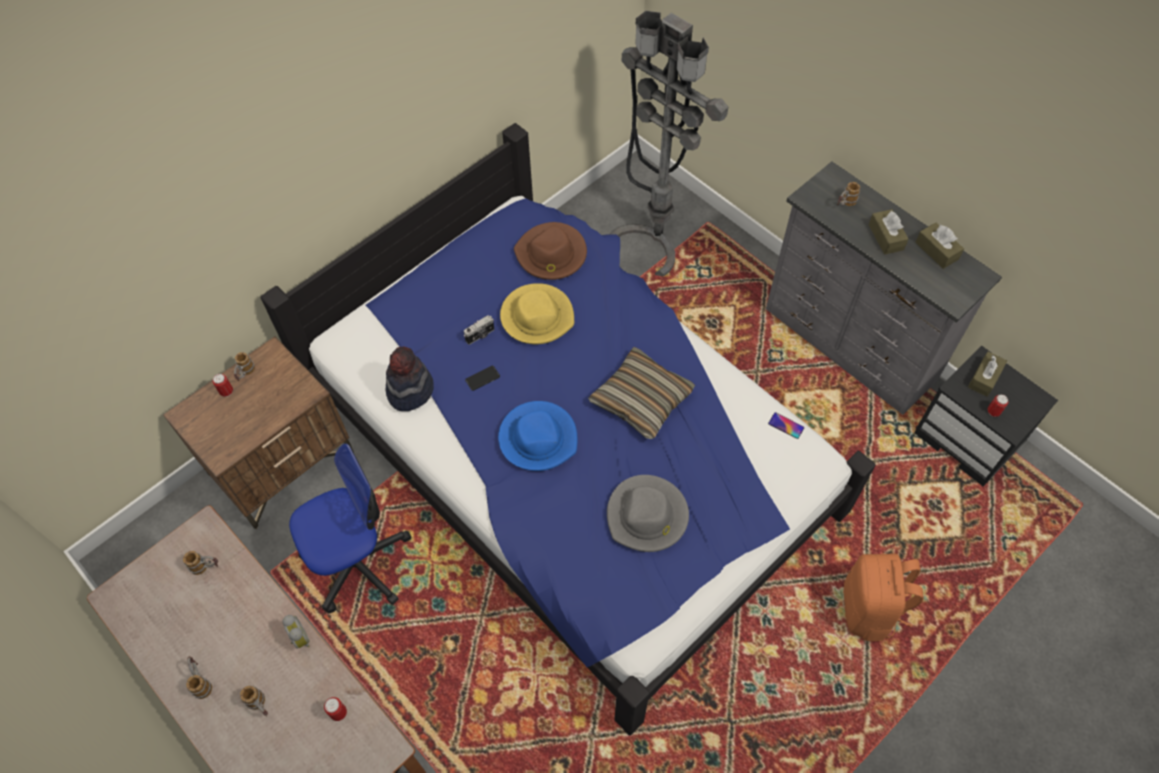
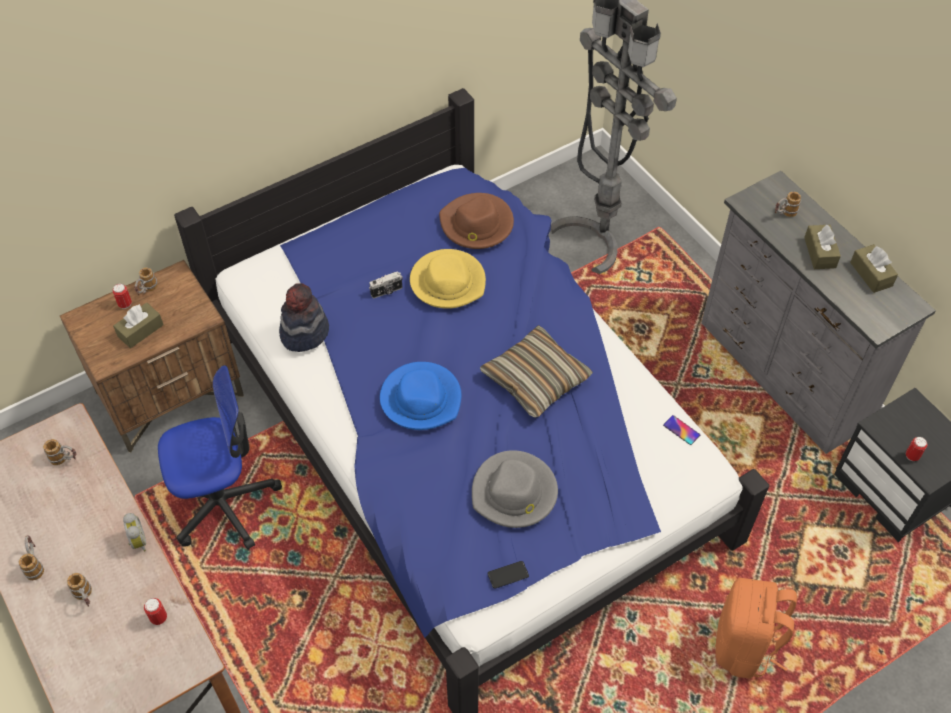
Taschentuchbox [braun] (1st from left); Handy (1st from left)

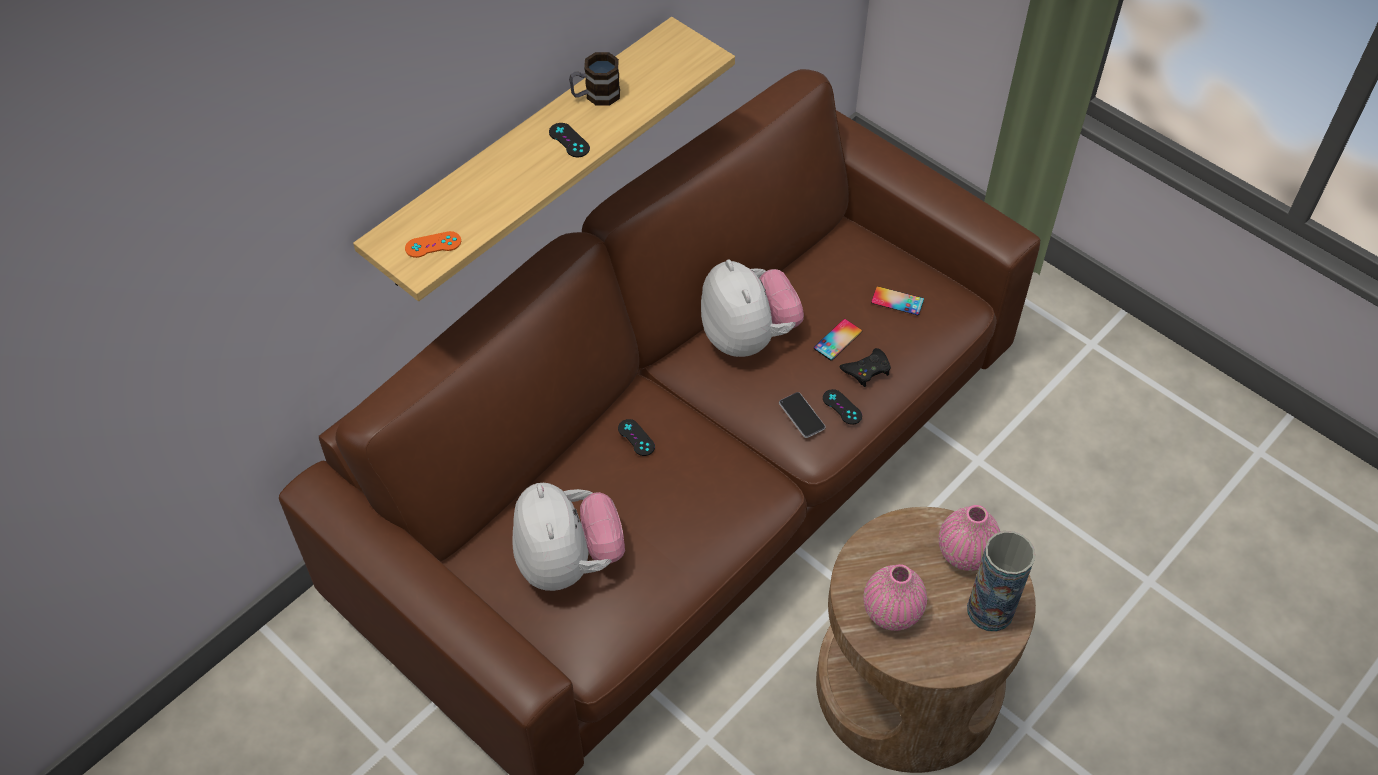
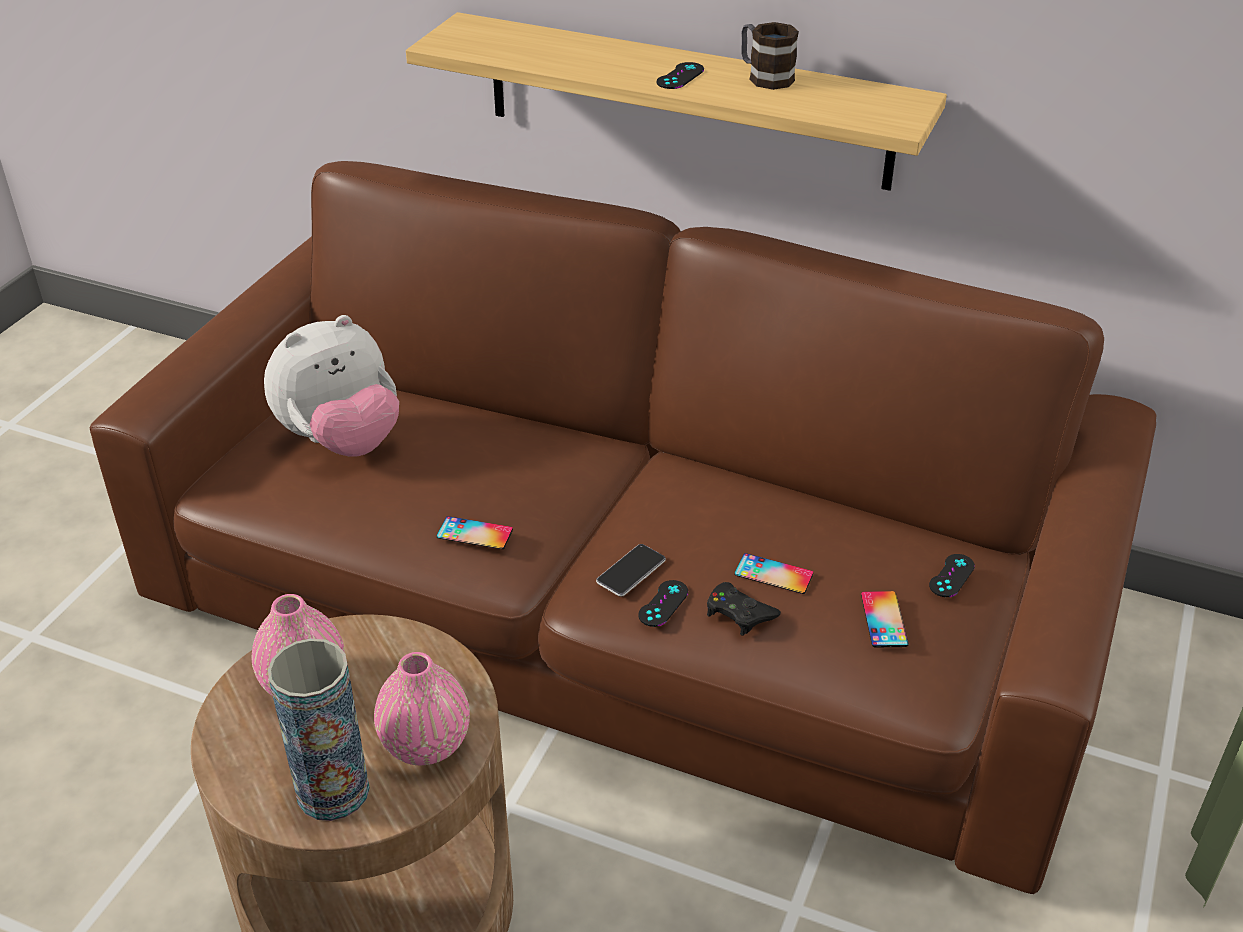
Handy (1st from left); Gamepad [schwarz] (4th from left); Gamepad [orange]; Plüschtier (2nd from left in the first image)

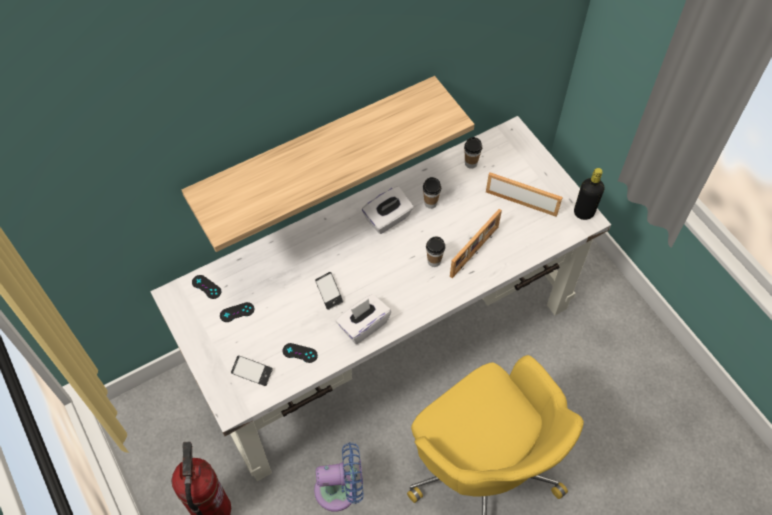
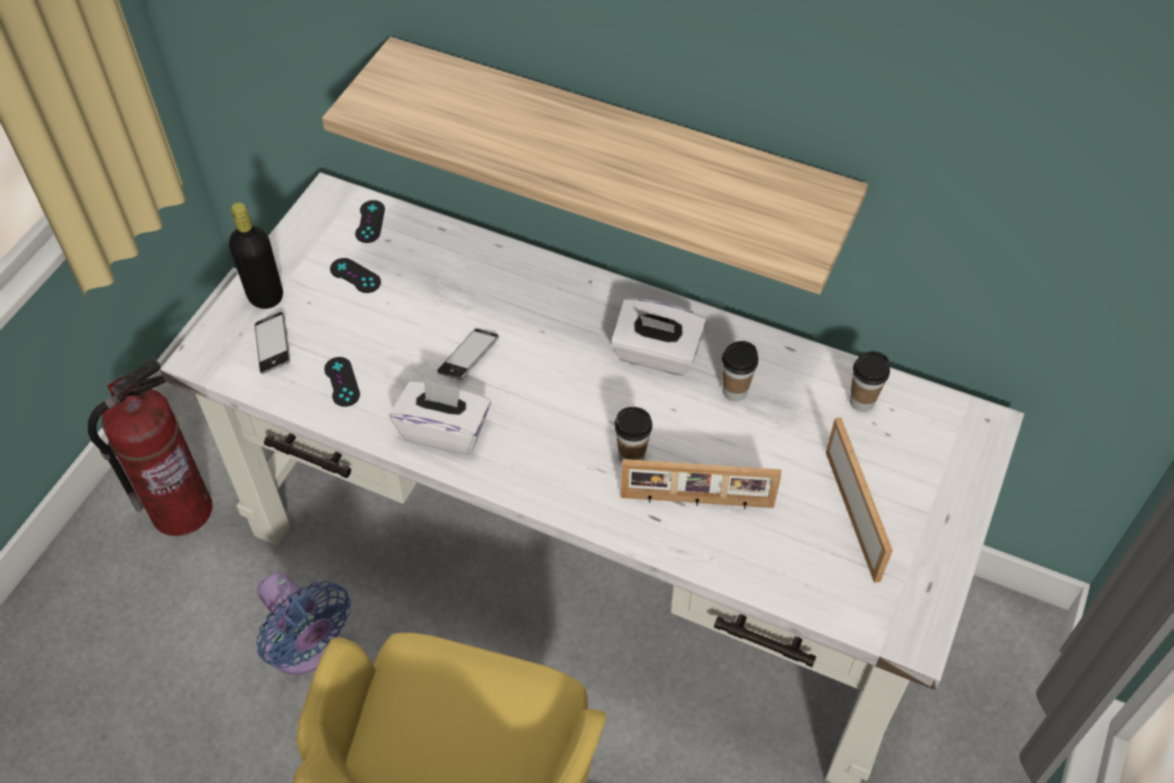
Flasche [schwarz]

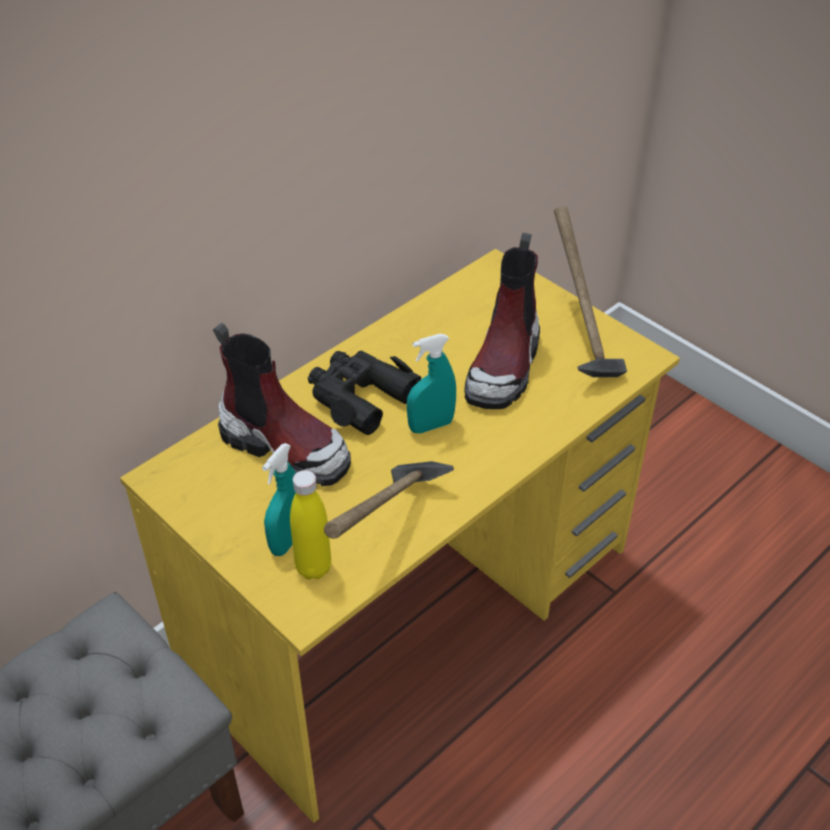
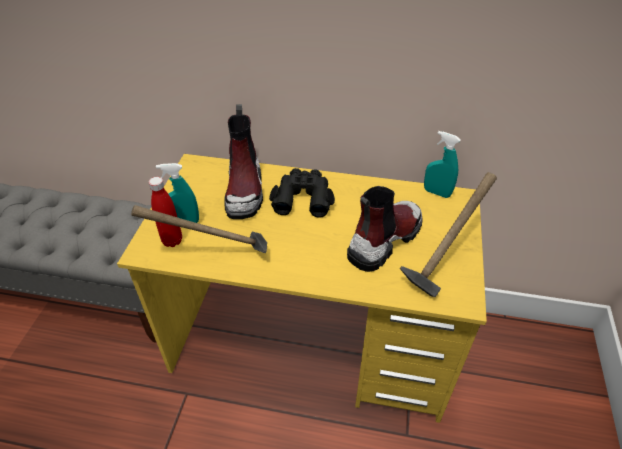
Flasche [rot]; Stiefel (2nd from left); Sprühflasche [türkis] (2nd from left)

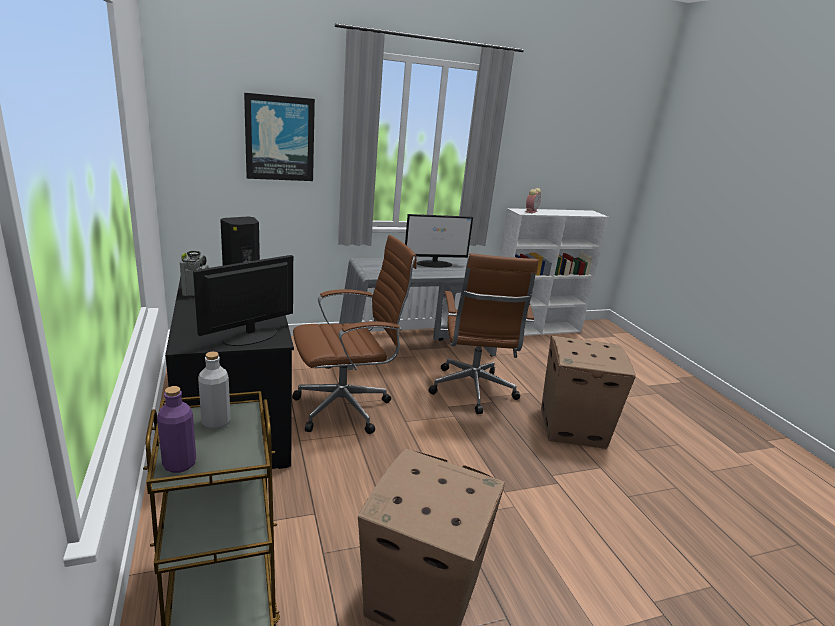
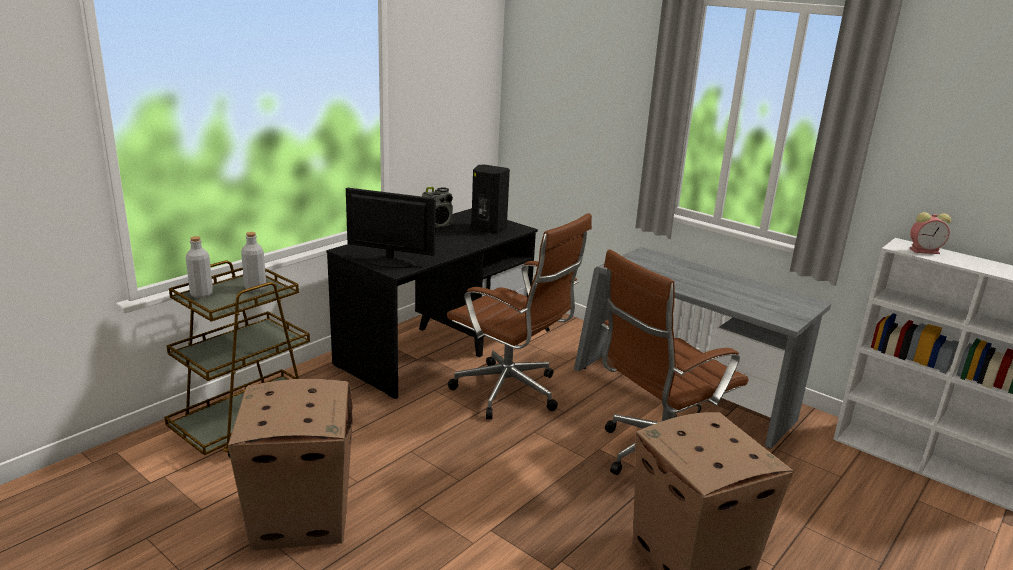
Flasche [grau] (1st from left); Bild; Monitor (2nd from left in the first image)

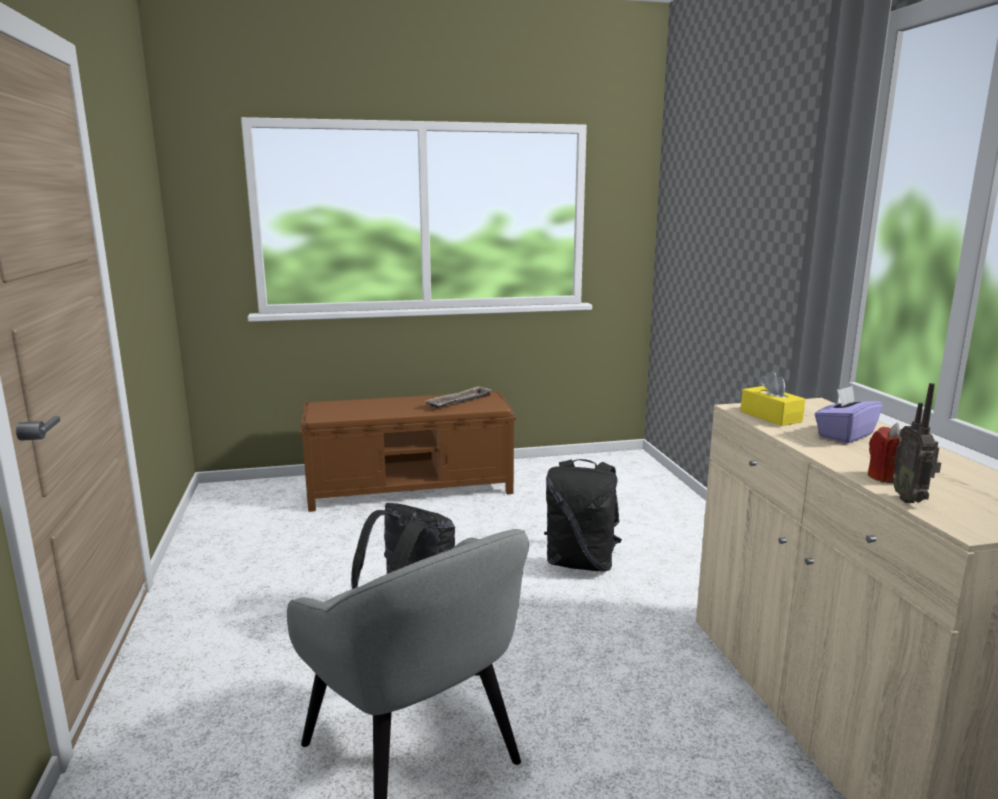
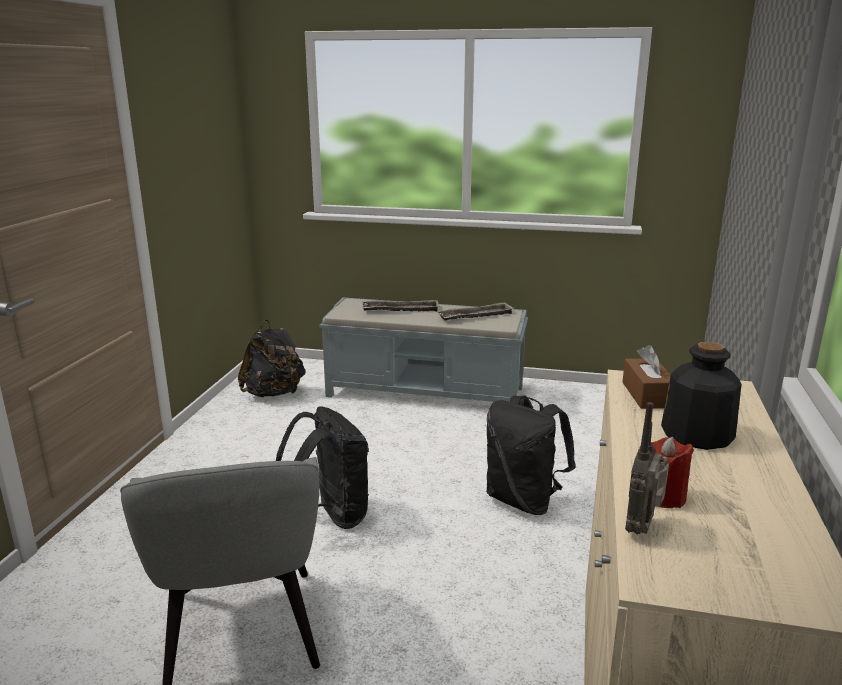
Rucksack [schwarz] (1st from left); Bank [grau]; Tablett (1st from left); Taschentuchbox [braun]; Flasche

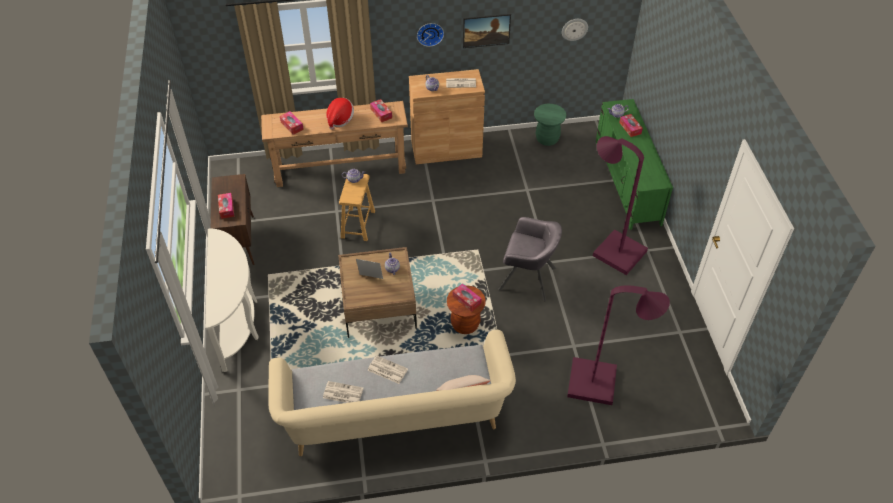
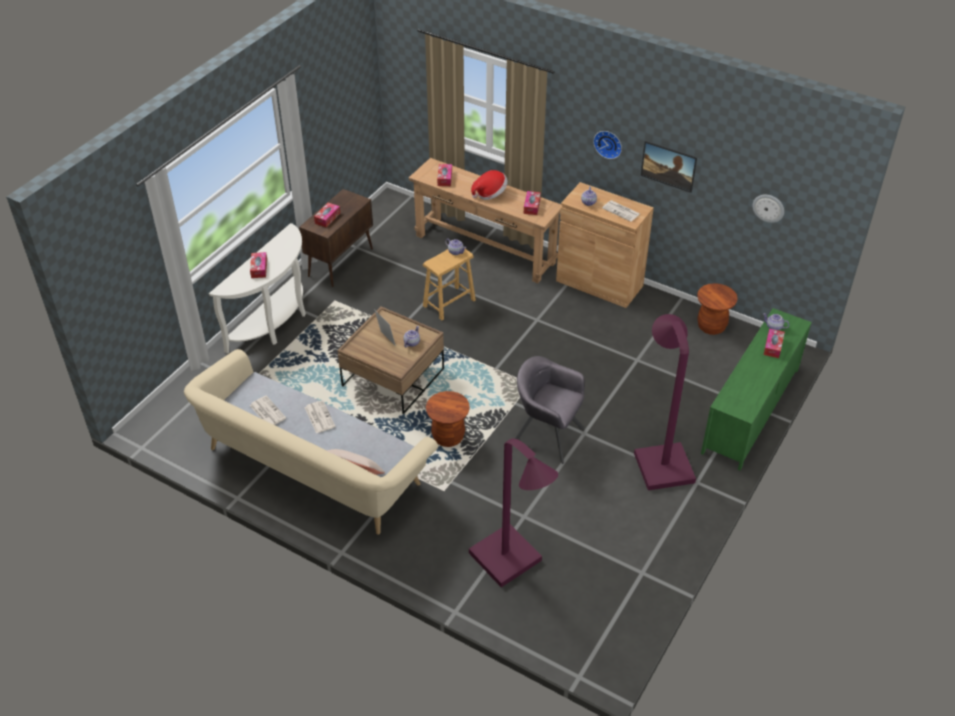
Taschentuchbox (1st from left); Sessel [grau]; Hocker [braun] (3rd from left)

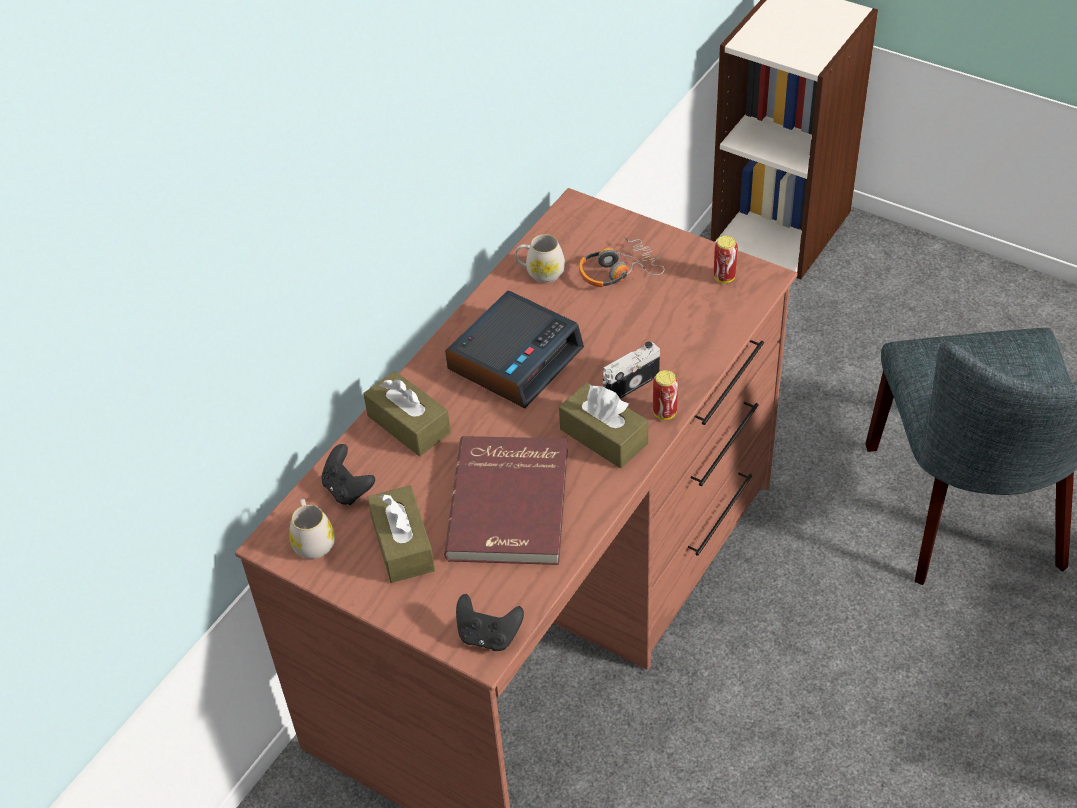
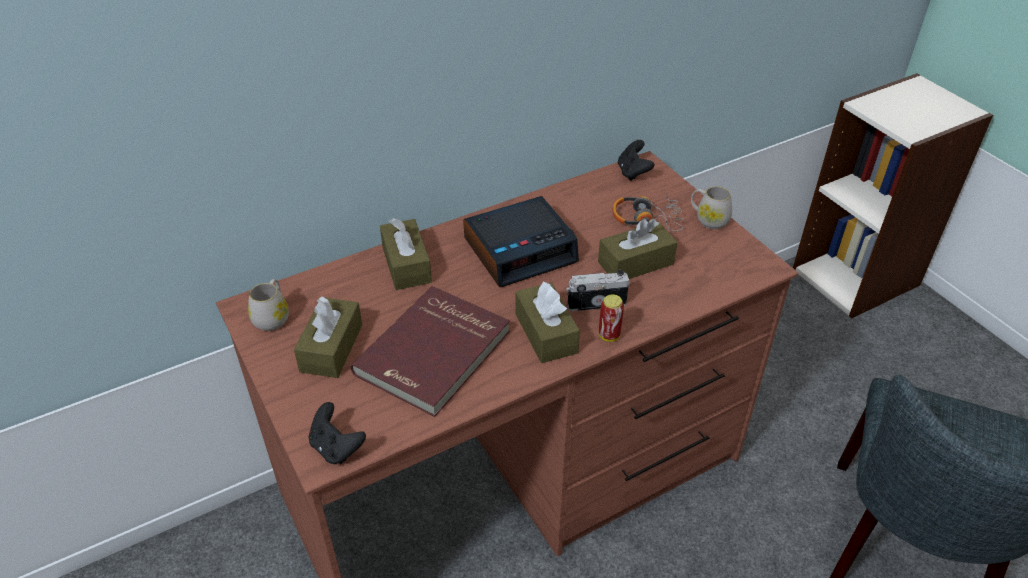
Taschentuchbox [braun] (4th from left); Gamepad [schwarz] (2nd from left); Henkelbecher [weiß] (2nd from left); Dose (2nd from left in the first image)

